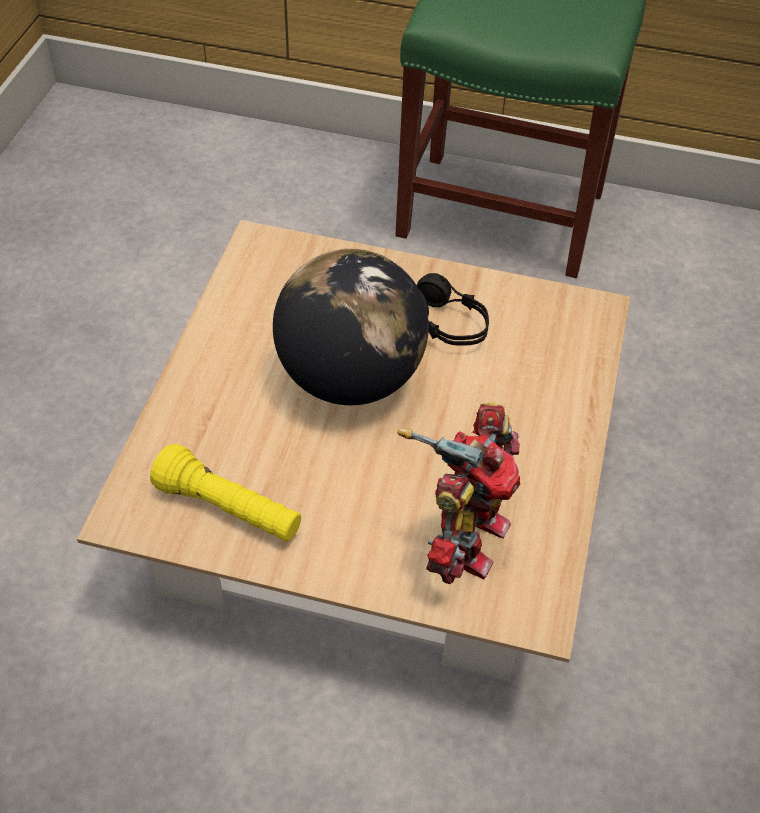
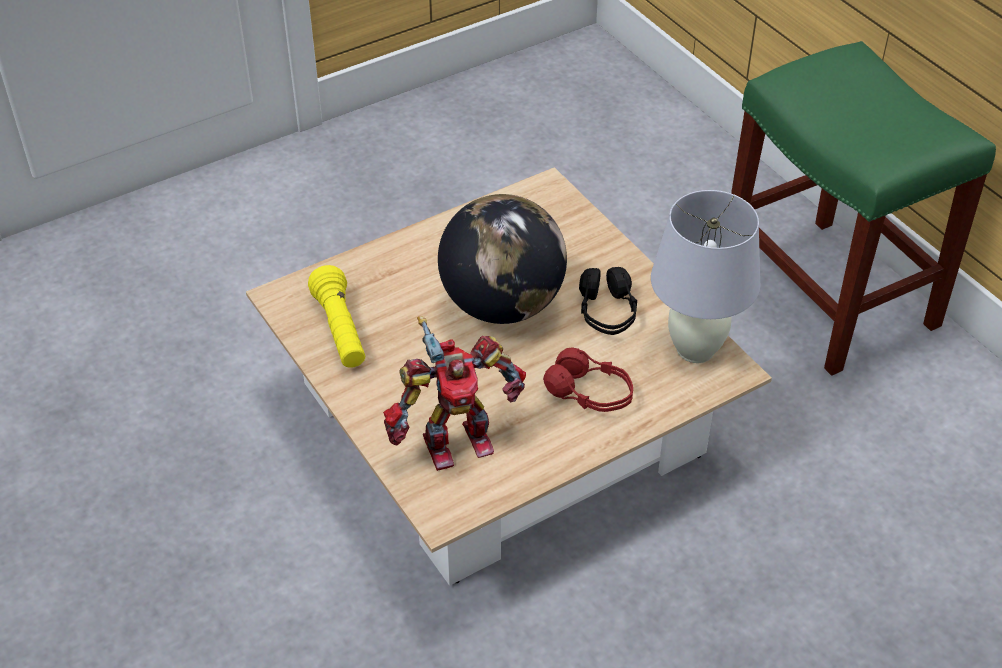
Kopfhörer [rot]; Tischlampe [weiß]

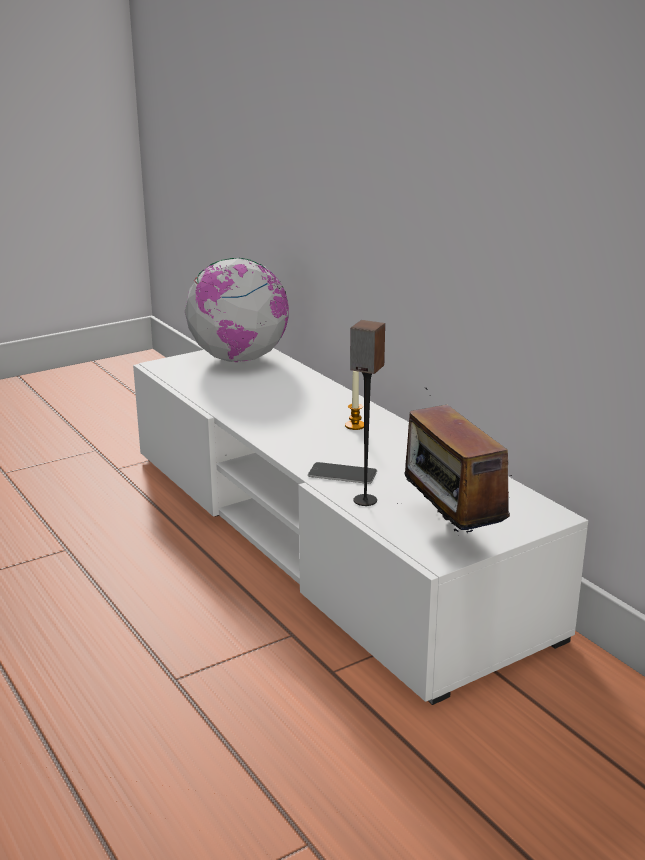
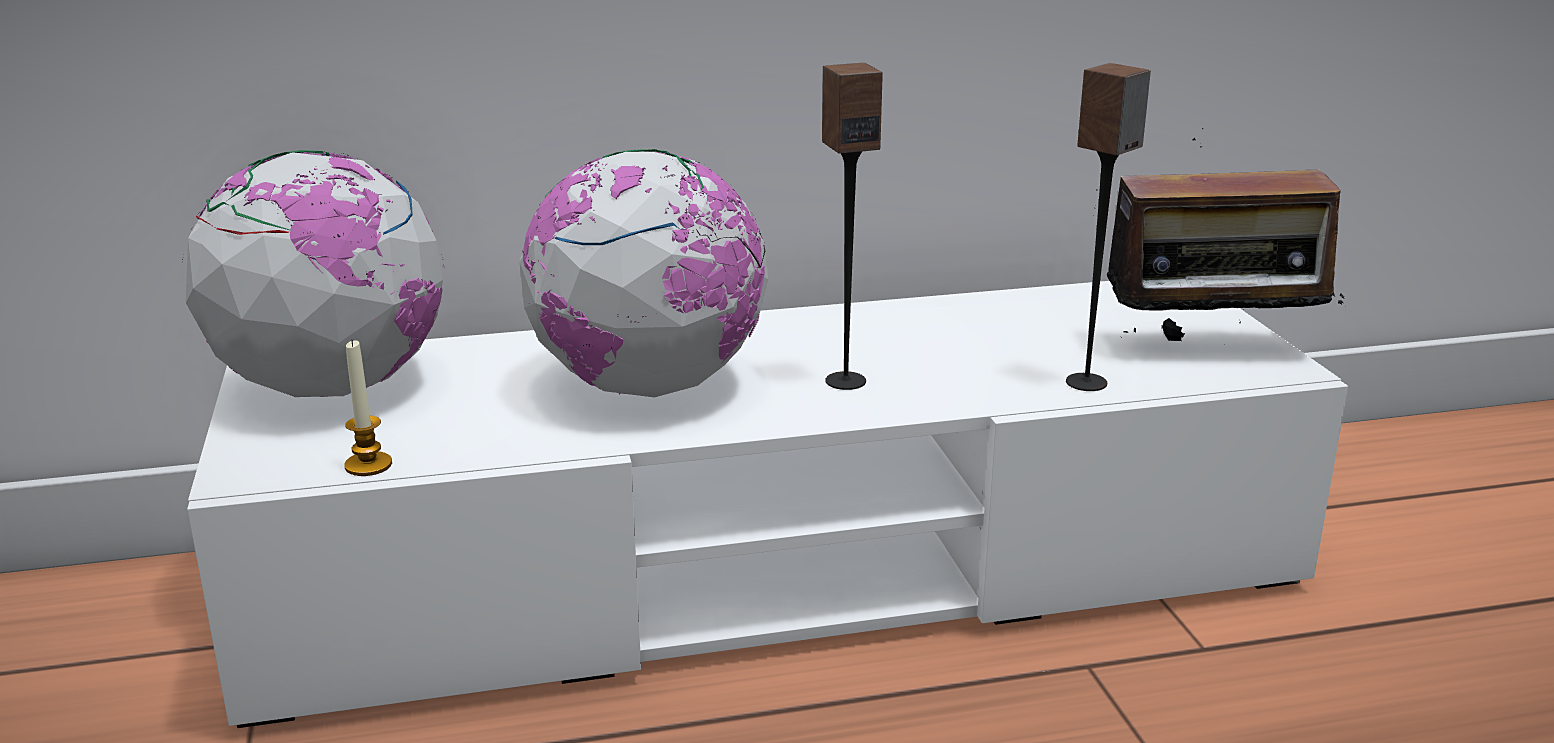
Kerze; Globus (2nd from left); Lautsprecher (1st from left); Handy

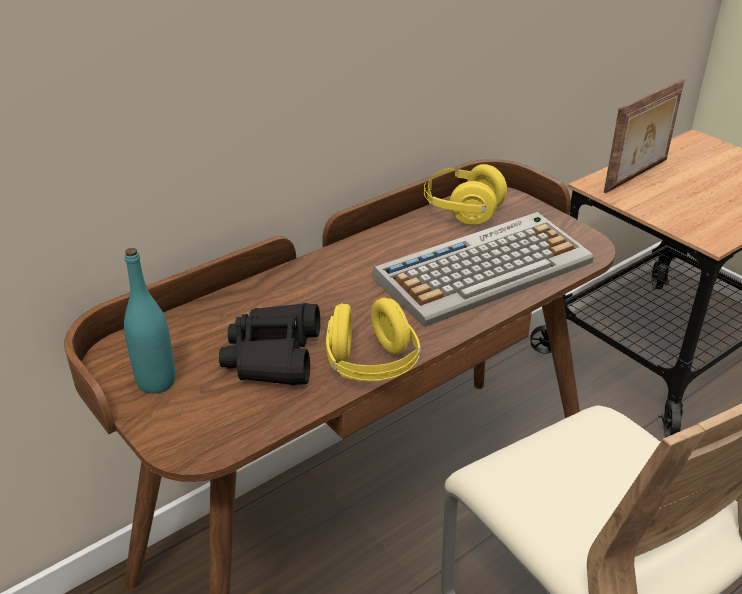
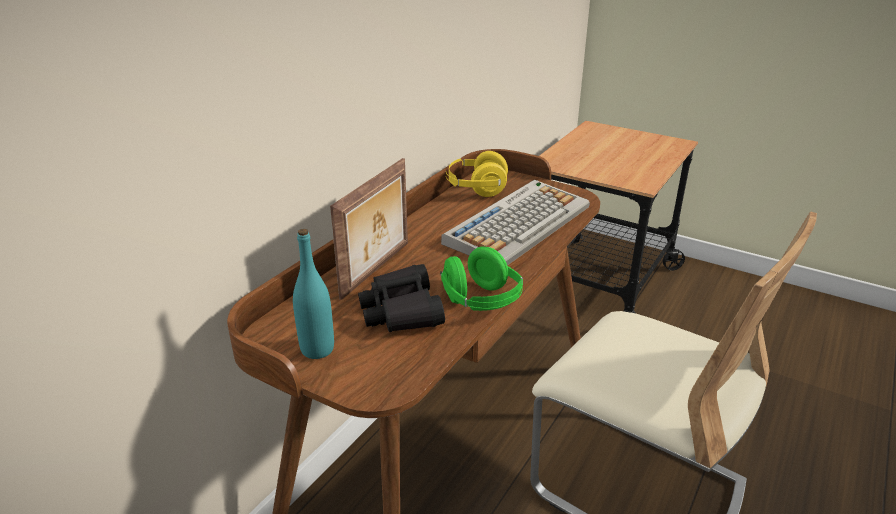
Bilderrahmen; Kopfhörer [grün]

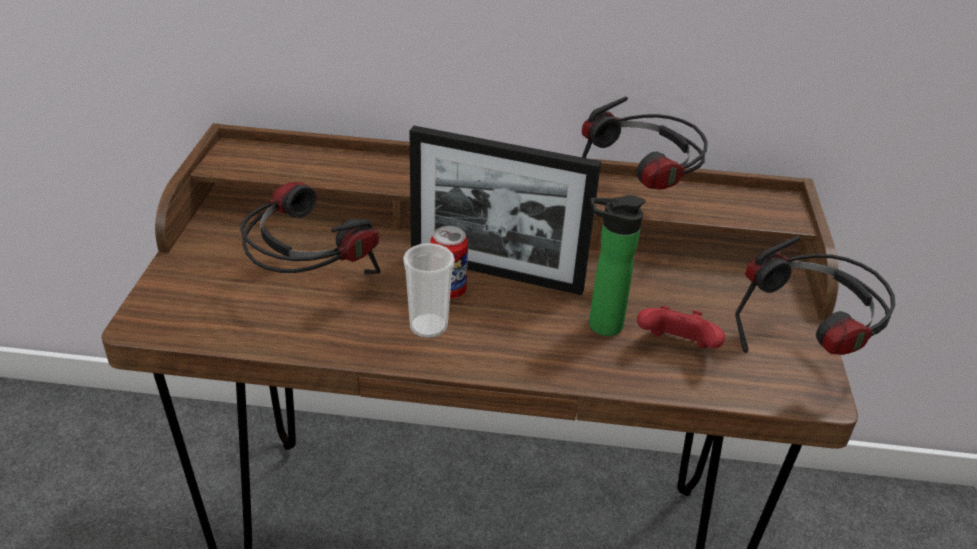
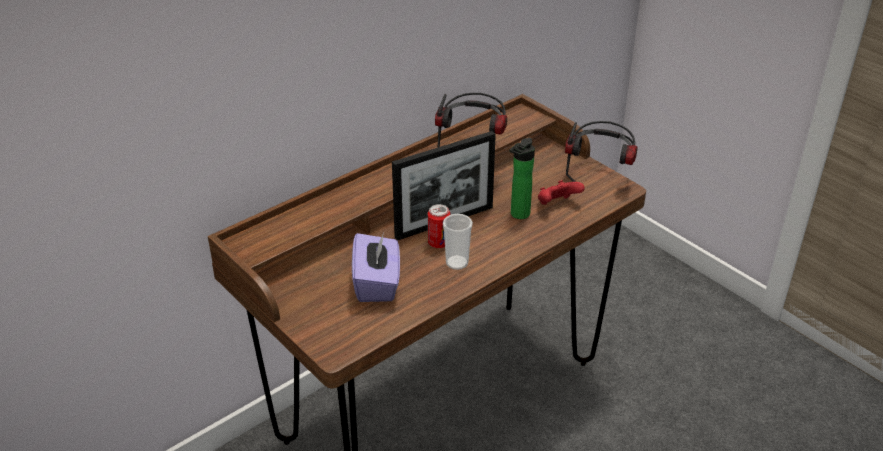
Taschentuchbox [lila]

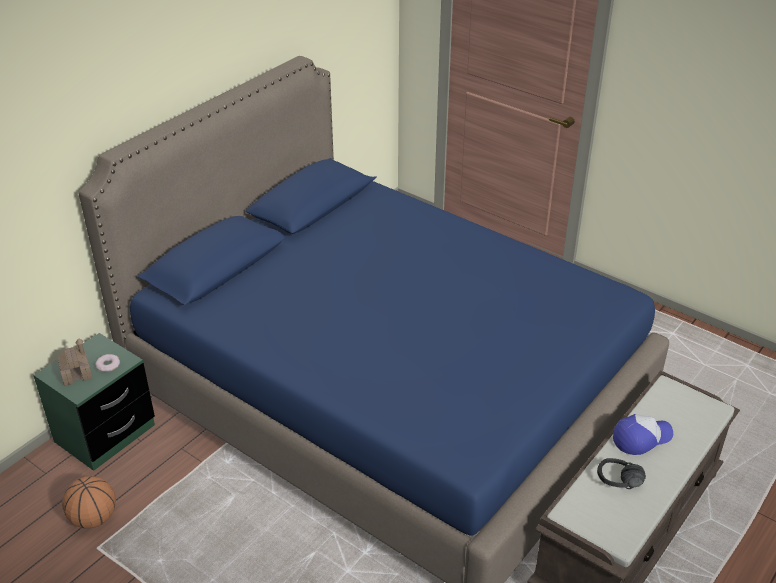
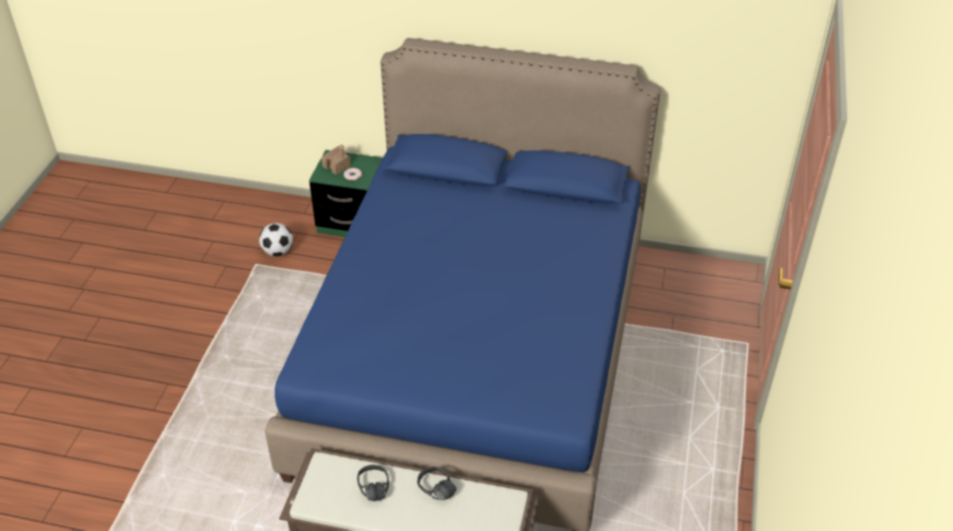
Fußball; Kopfhörer [schwarz] (2nd from left)

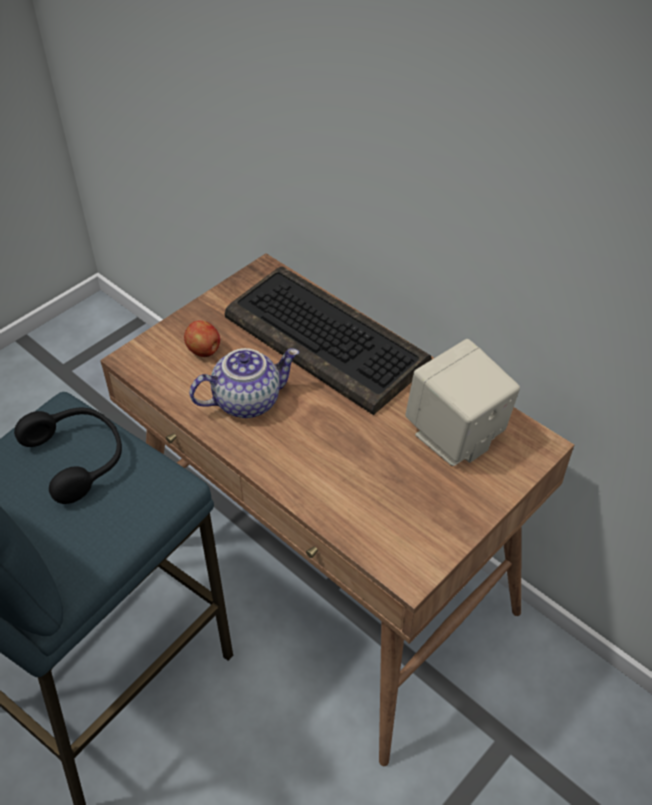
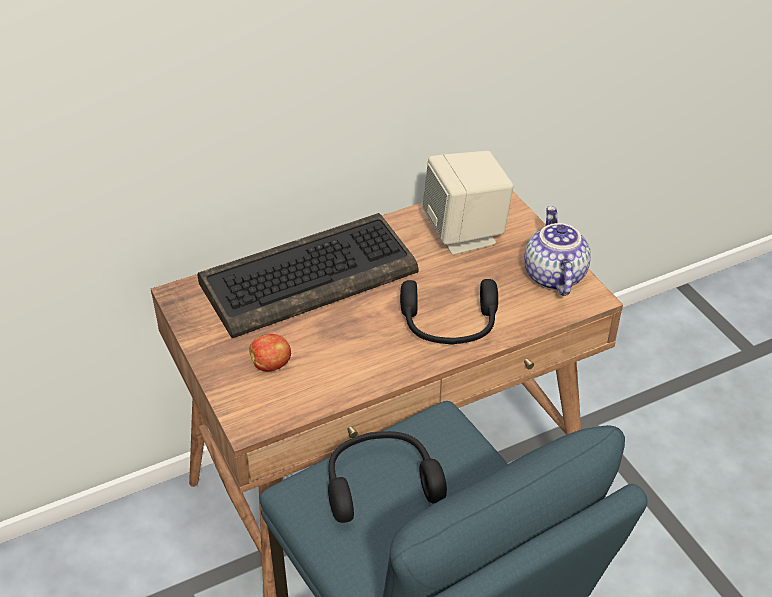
Kopfhörer [schwarz] (2nd from left); Teekanne

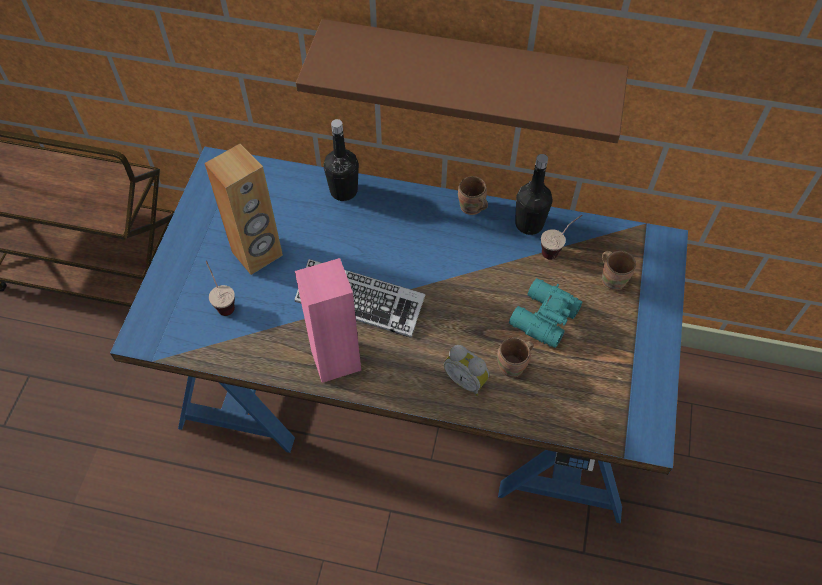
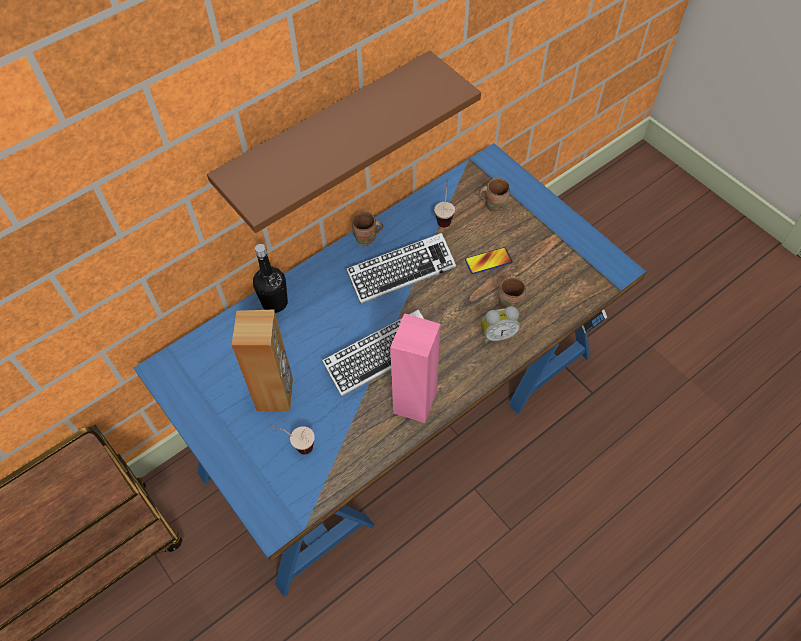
Tastatur (2nd from left); Handy; Flasche [schwarz] (2nd from left in the first image)

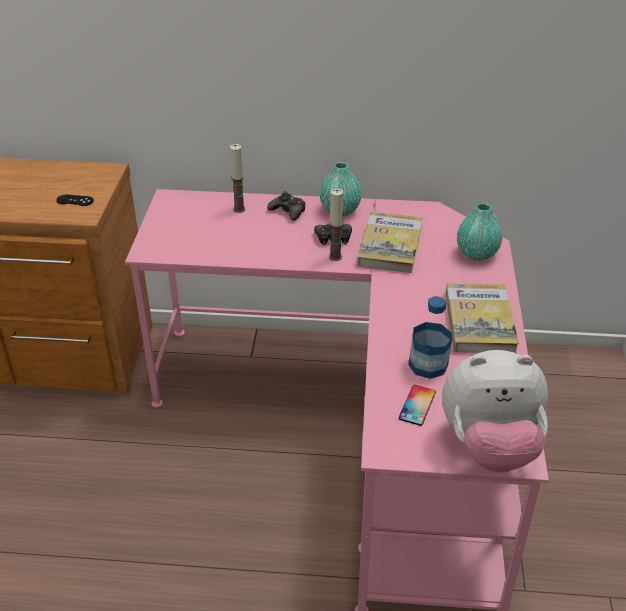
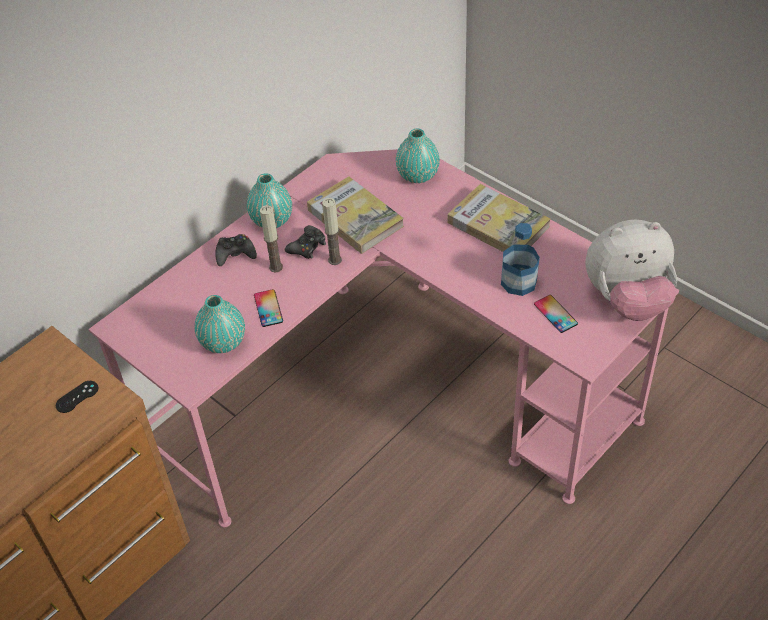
Vase [türkis] (1st from left); Handy (1st from left); Kerze (1st from left); Plüschtier

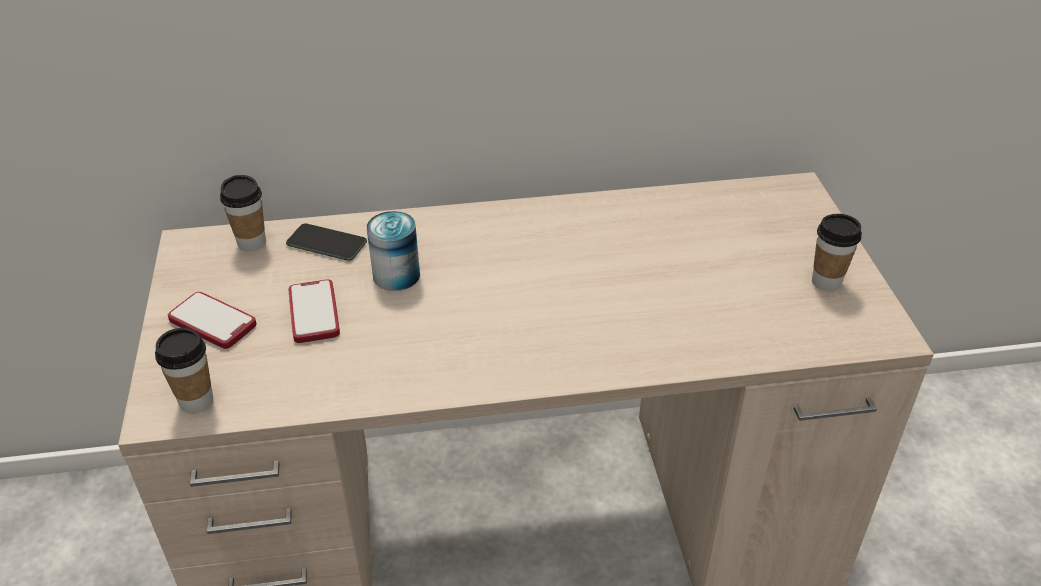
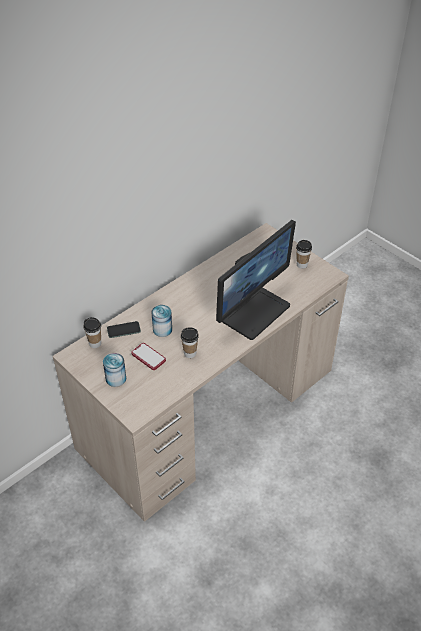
Dose (1st from left); Tasse (2nd from left); Monitor

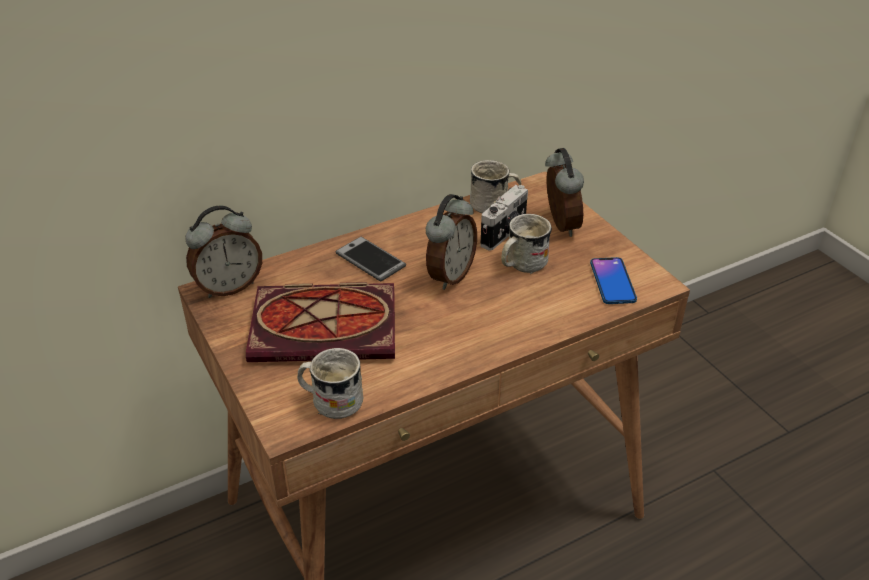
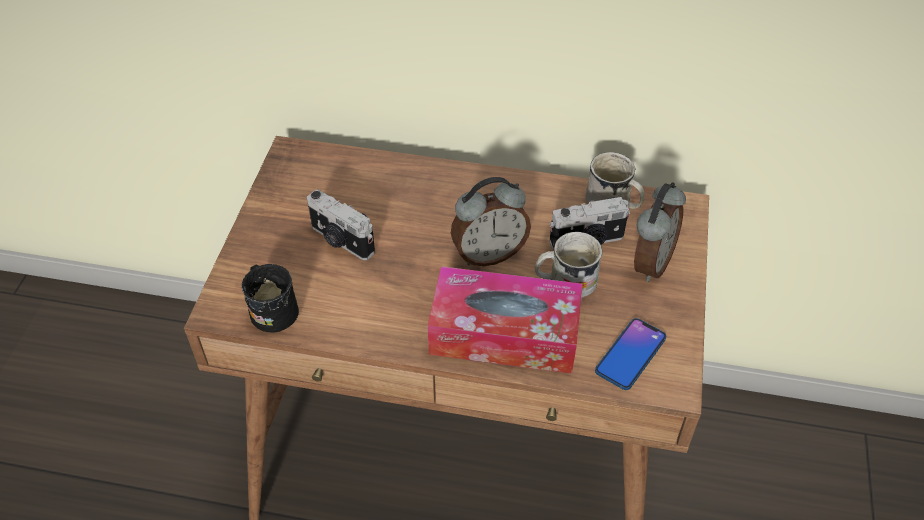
Henkelbecher [schwarz]; Kamera (1st from left); Taschentuchbox; Wecker (1st from left in the first image); Handy (1st from left in the first image)

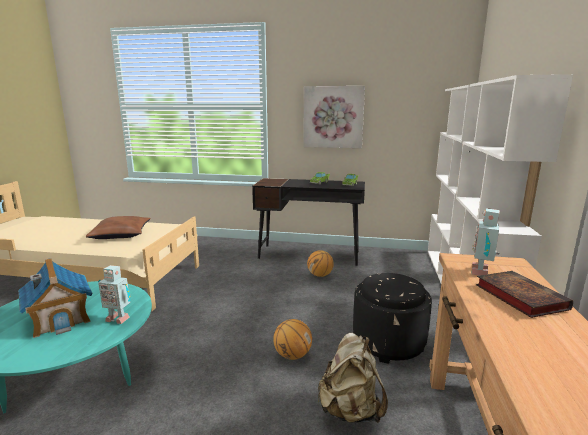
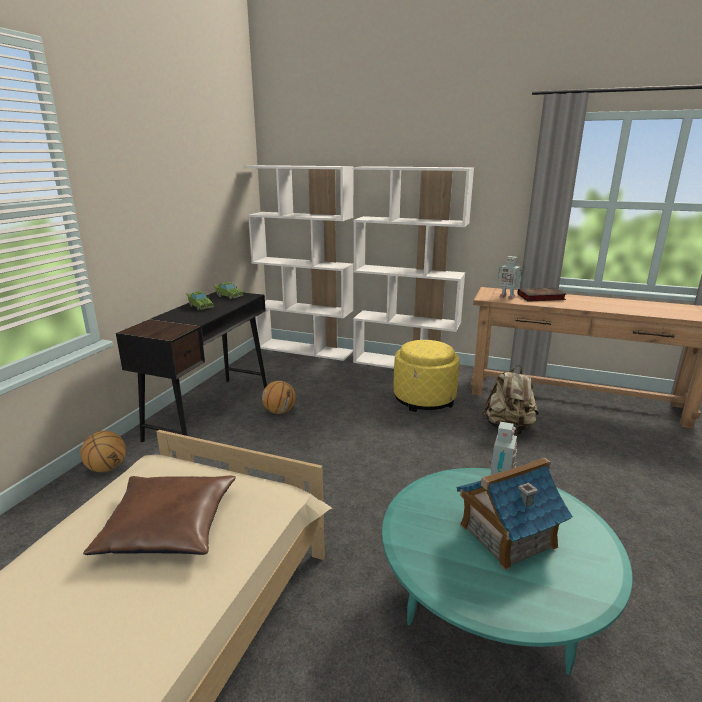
Basketball (1st from left); Polsterhocker [gelb]; Bild

